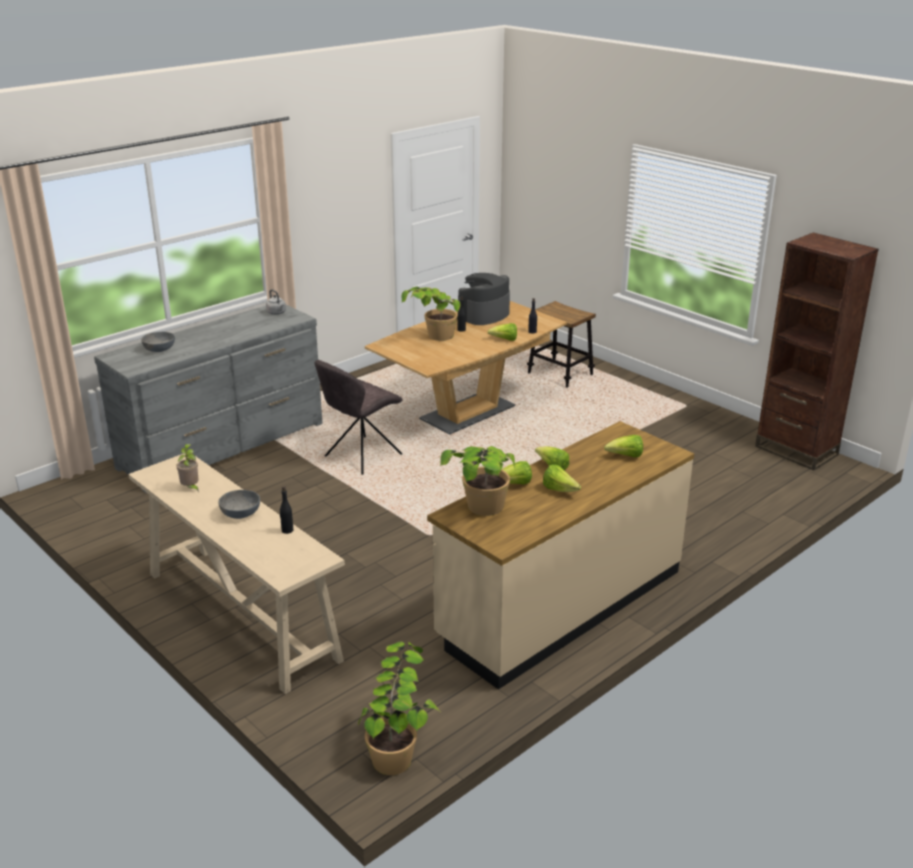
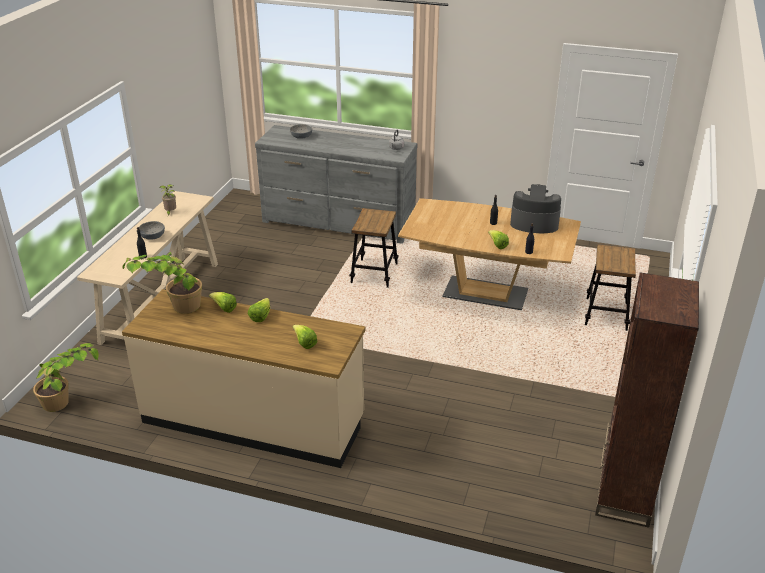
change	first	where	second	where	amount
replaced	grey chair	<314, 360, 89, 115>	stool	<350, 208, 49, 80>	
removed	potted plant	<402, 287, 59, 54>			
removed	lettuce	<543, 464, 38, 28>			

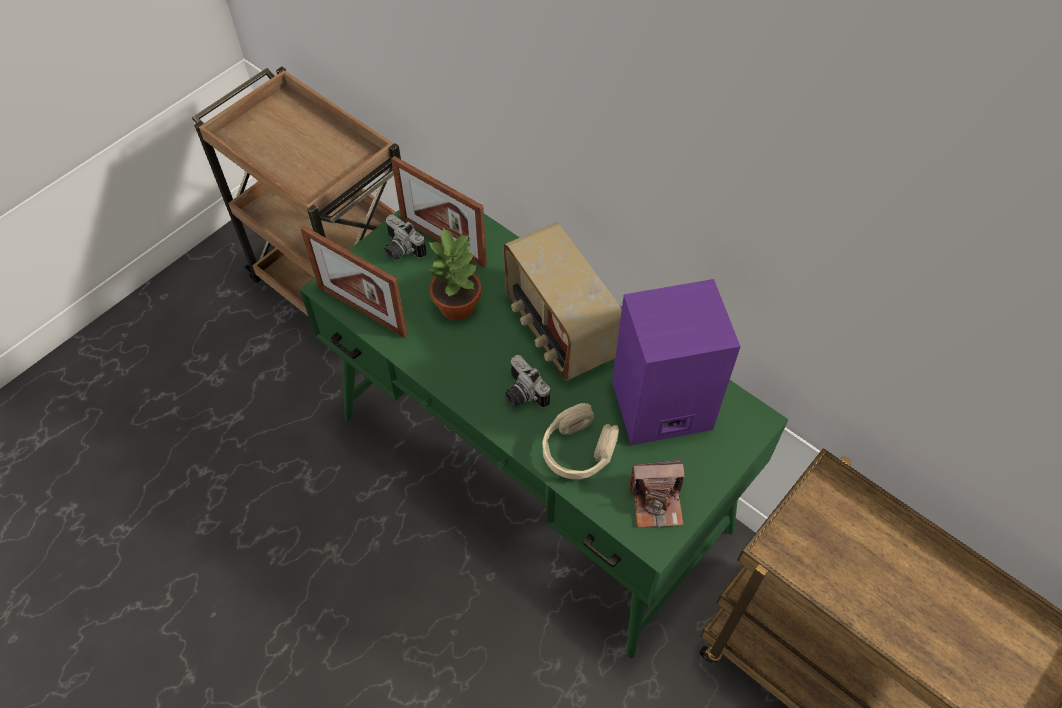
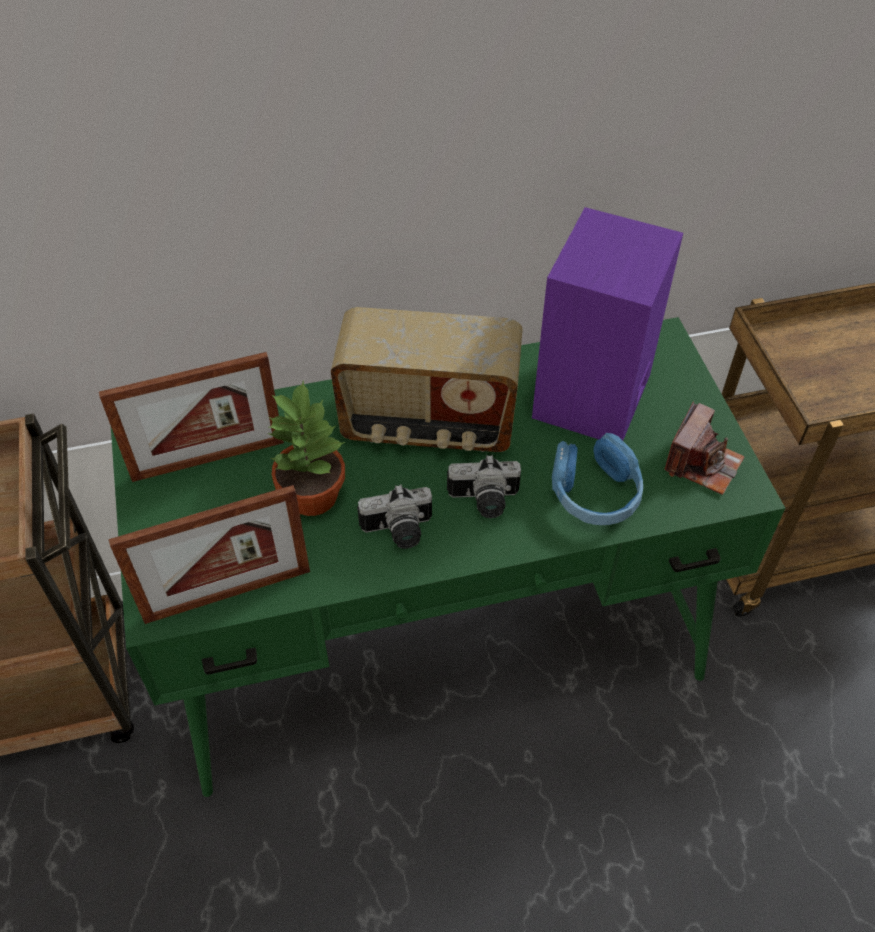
change	first	where	second	where	amount
moved	photo camera	<384, 214, 42, 46>		<357, 484, 75, 65>	
recoloured	beige headphones	<542, 403, 77, 76>	blue headphones	<552, 433, 91, 92>	

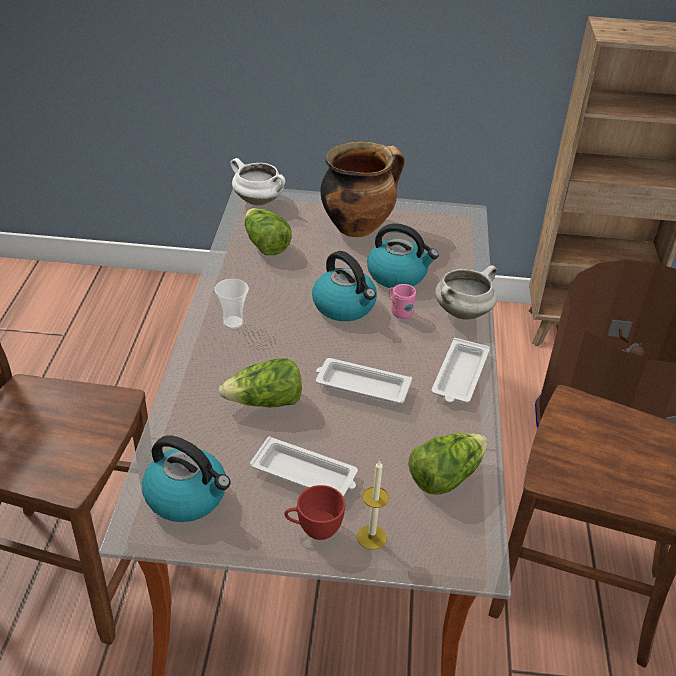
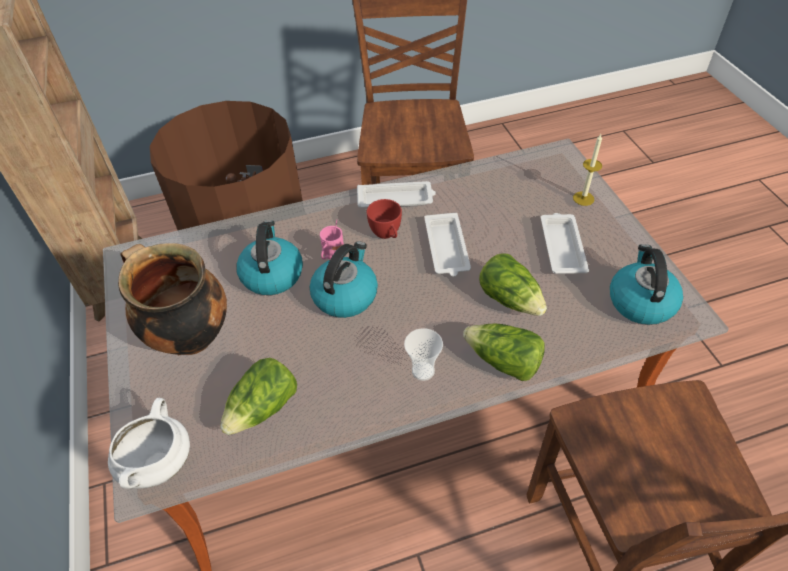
change	first	where	second	where	amount
moved	red cup	<284, 485, 61, 55>		<367, 199, 35, 40>	
moved	lettuce	<408, 433, 80, 62>		<463, 324, 82, 57>	
removed	white cooking pot	<435, 265, 62, 55>			

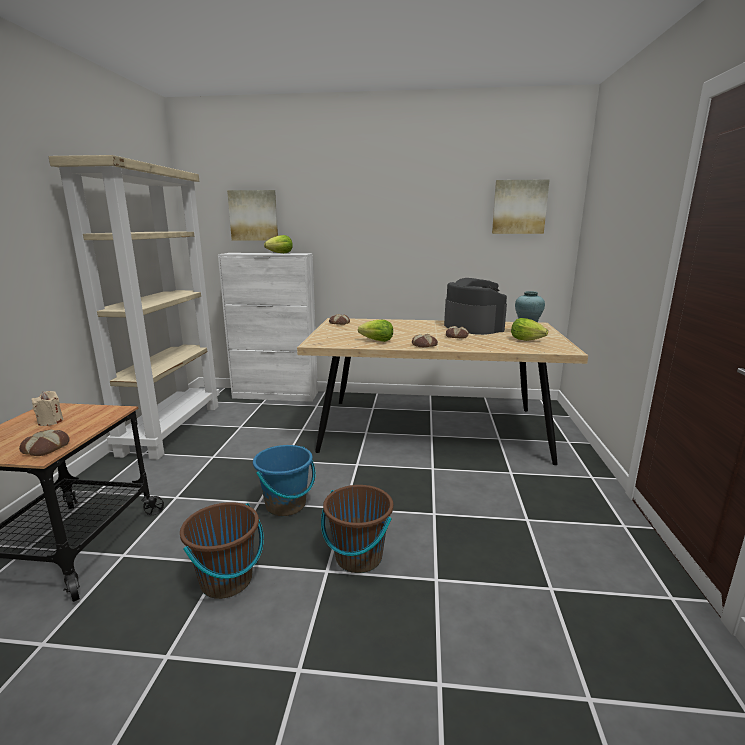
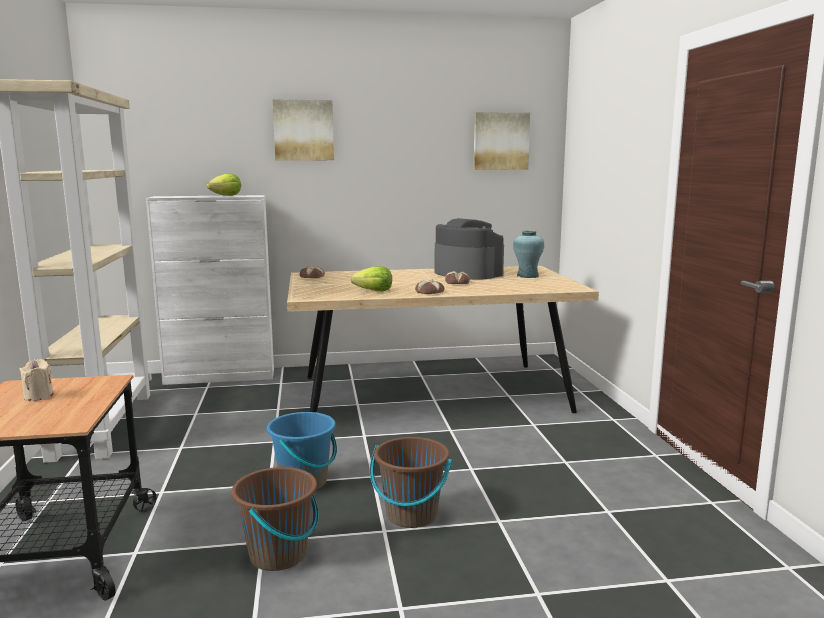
change	first	where	second	where	amount
removed	bread	<19, 430, 51, 26>			
moved	picture	<227, 190, 51, 51>		<273, 99, 61, 62>	
removed	lettuce	<511, 318, 37, 23>			

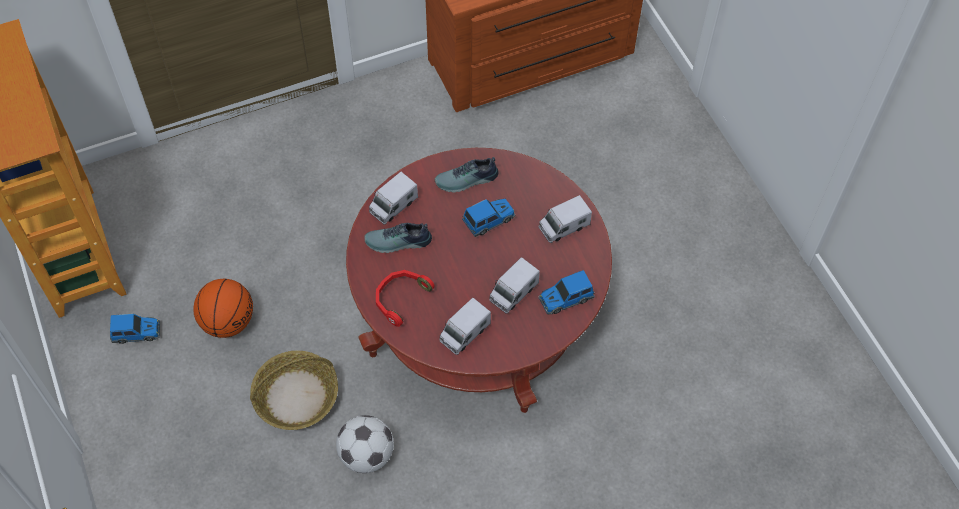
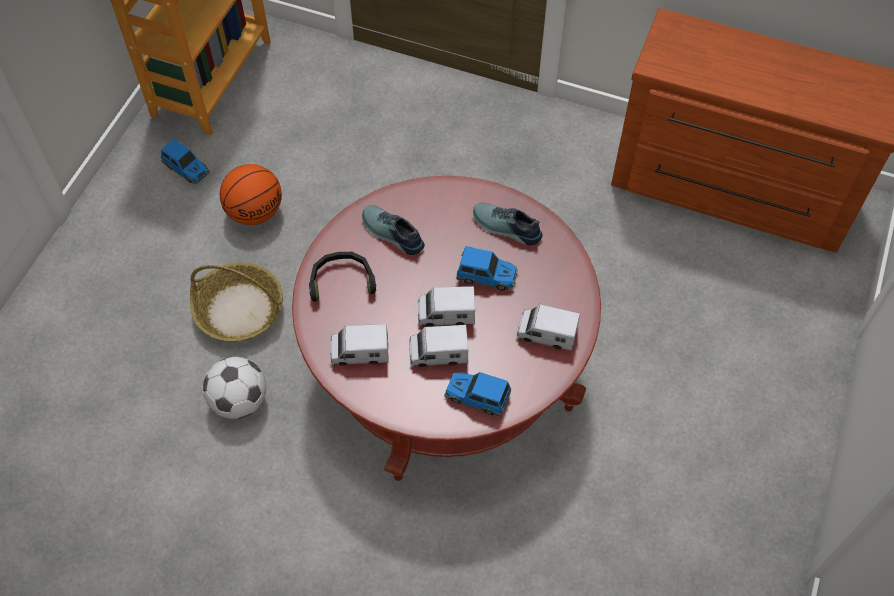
change	first	where	second	where	amount
moved	toy truck	<369, 172, 49, 52>		<418, 286, 57, 41>	
recoloured	red headphones	<376, 270, 59, 57>	black headphones	<309, 252, 67, 49>	

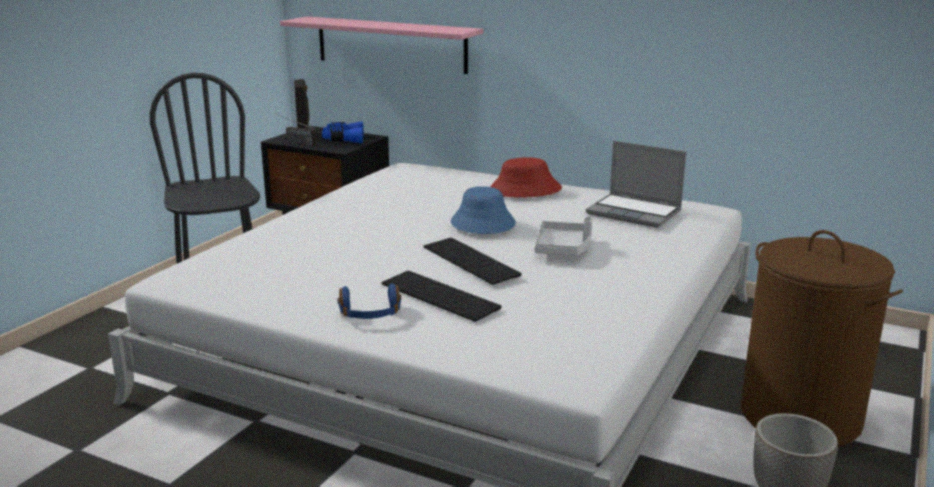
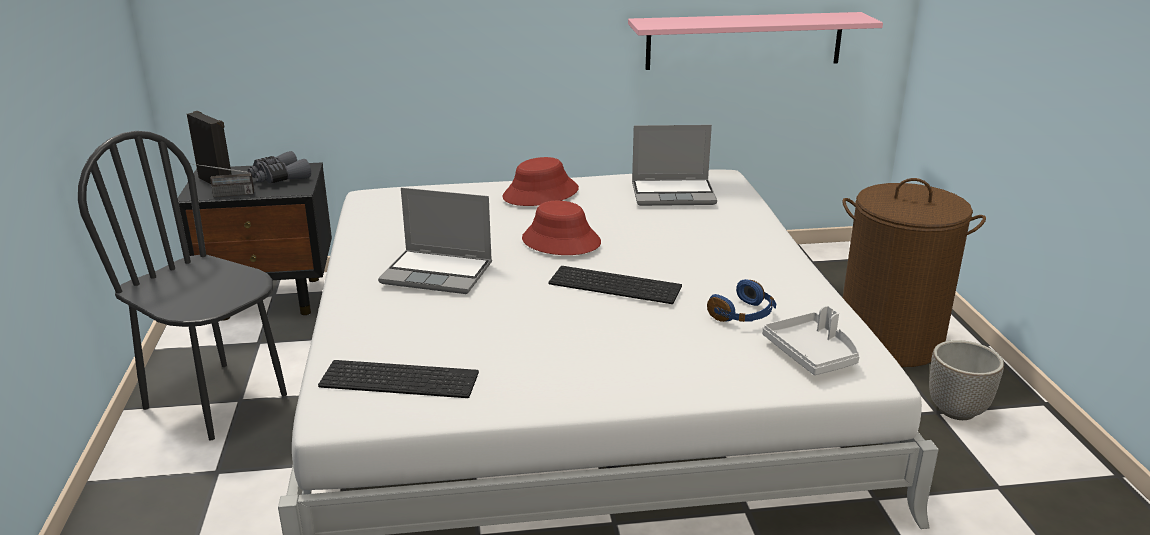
change	first	where	second	where	amount
moved	pink shelf	<280, 16, 203, 58>		<628, 12, 255, 58>	
recoloured	blue binoculars	<322, 122, 42, 21>	grey binoculars	<248, 151, 63, 32>	
moved	blue headphones	<337, 283, 64, 36>		<707, 279, 69, 43>	
moved	keyboard	<382, 271, 120, 51>		<318, 360, 161, 38>	
recoloured	blue hat	<451, 186, 65, 48>	red hat	<522, 201, 79, 54>	
moved	grey tray	<534, 217, 58, 39>		<762, 306, 98, 69>	
added			laptop	<378, 188, 114, 106>	

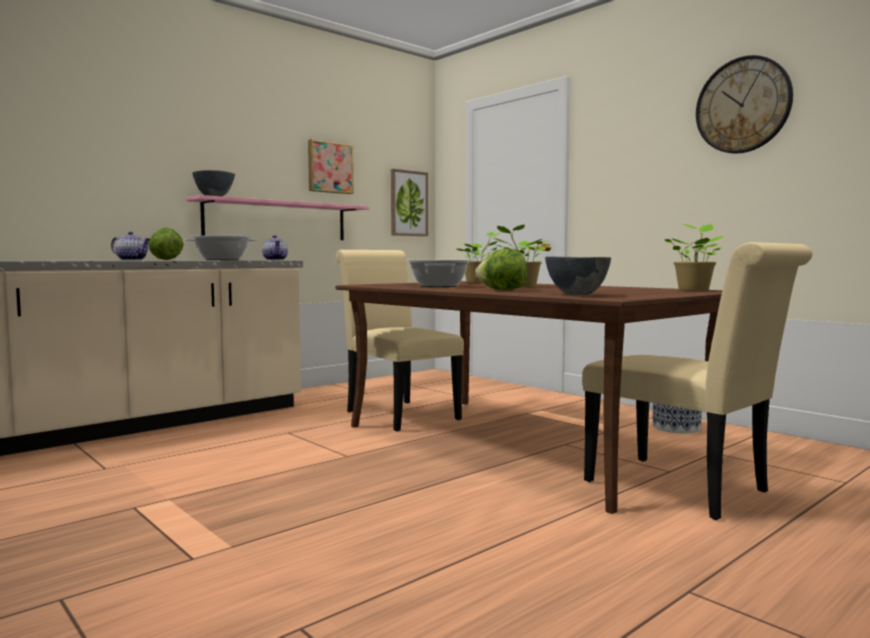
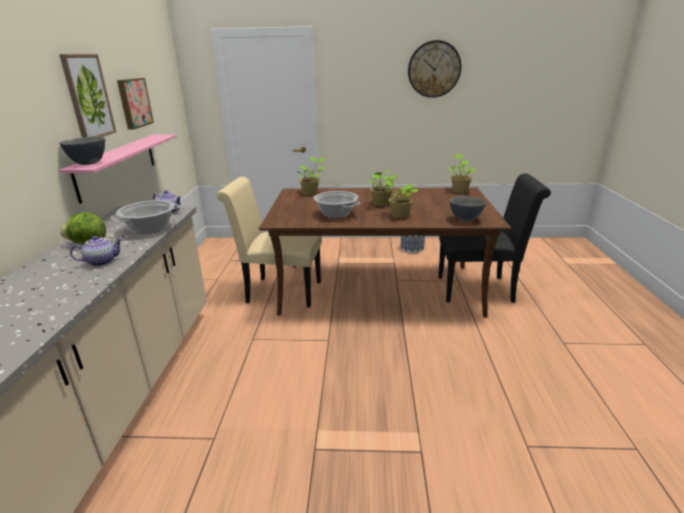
change	first	where	second	where	amount
moved	picture	<391, 169, 37, 67>		<59, 54, 57, 83>	
replaced	lettuce	<476, 248, 51, 42>	potted plant	<382, 175, 37, 44>	
recoloured	beige chair	<582, 242, 231, 278>	black chair	<438, 173, 113, 130>	

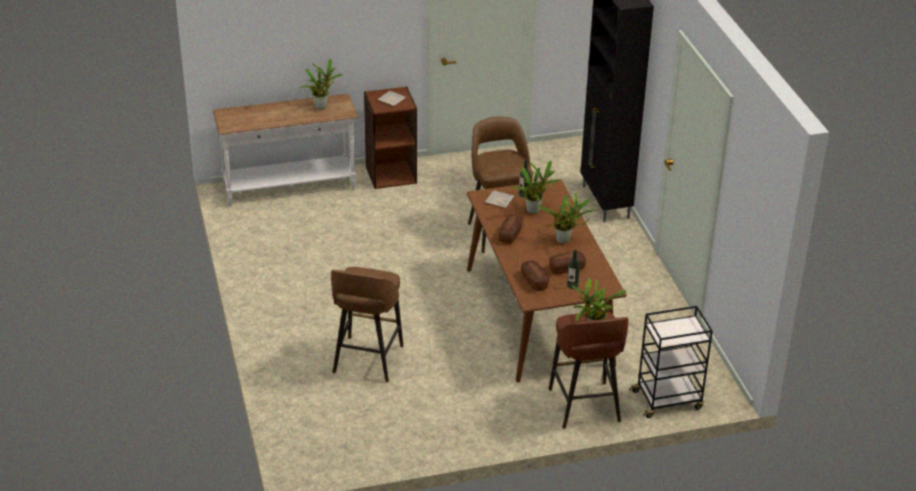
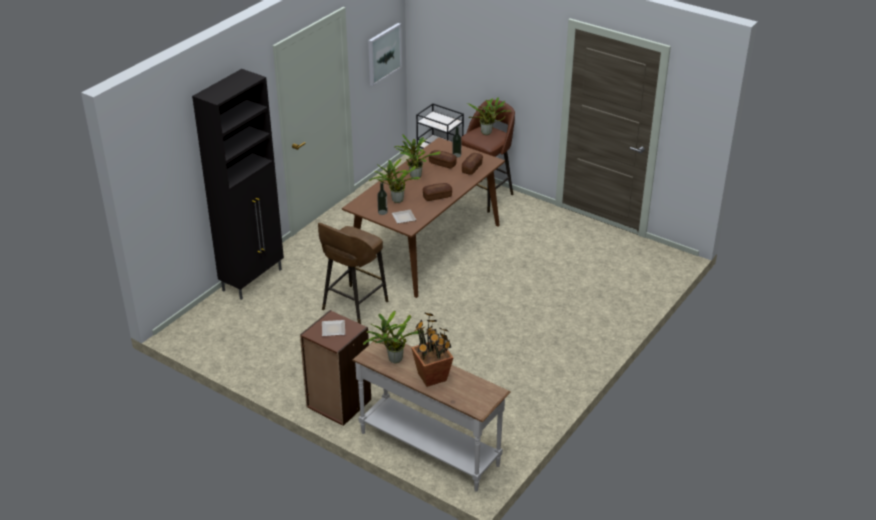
change	first	where	second	where	amount
removed	brown stool	<331, 267, 73, 115>			
added			picture	<368, 23, 34, 63>	
added			potted plant	<411, 312, 42, 75>	

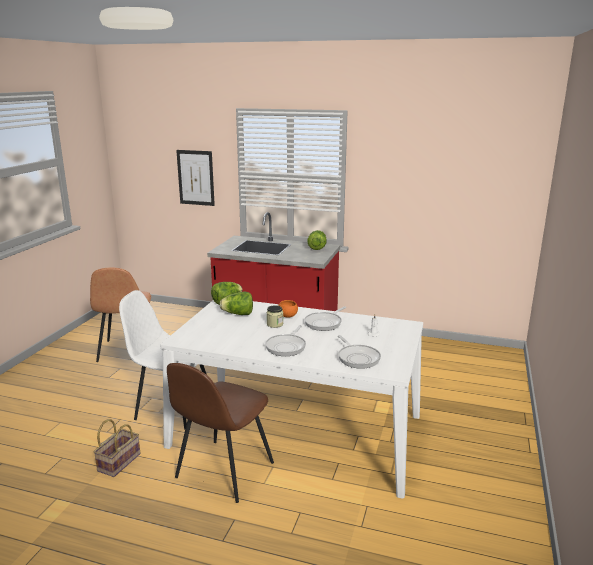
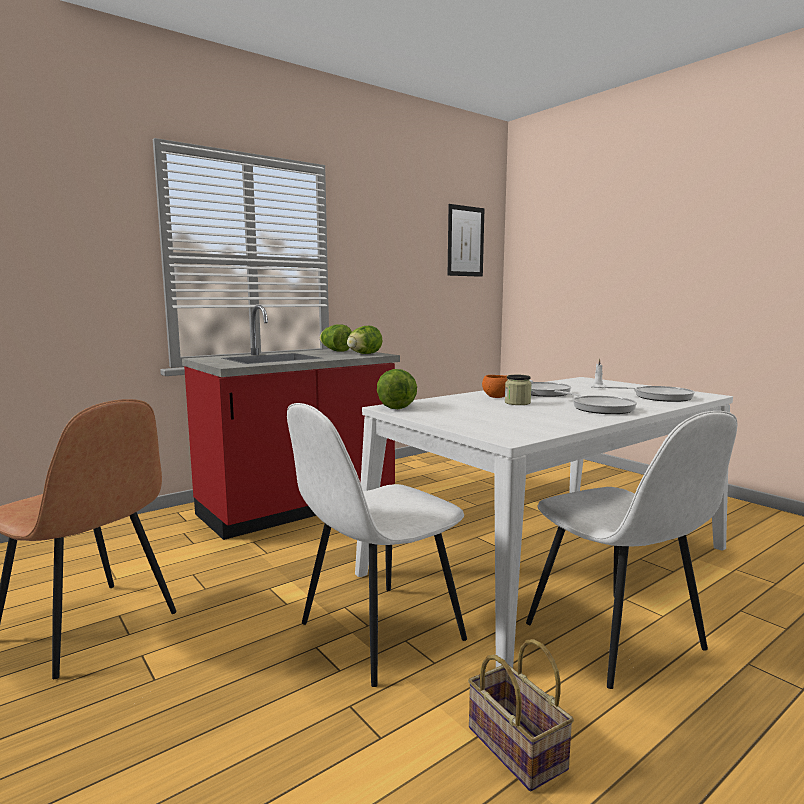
change	first	where	second	where	amount
recoloured	brown chair	<167, 363, 107, 140>	white chair	<526, 411, 211, 278>	
moved	picture	<176, 150, 39, 56>		<448, 204, 36, 73>	
moved	lettuce	<219, 292, 34, 23>		<347, 326, 35, 28>	

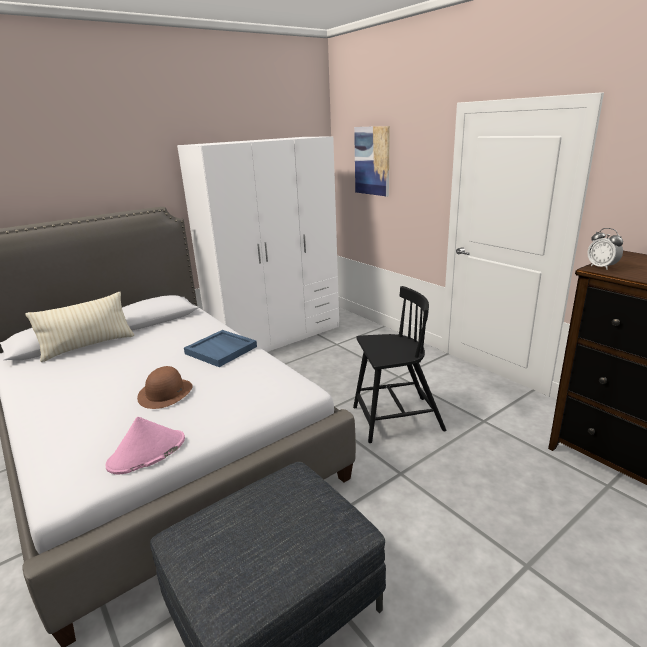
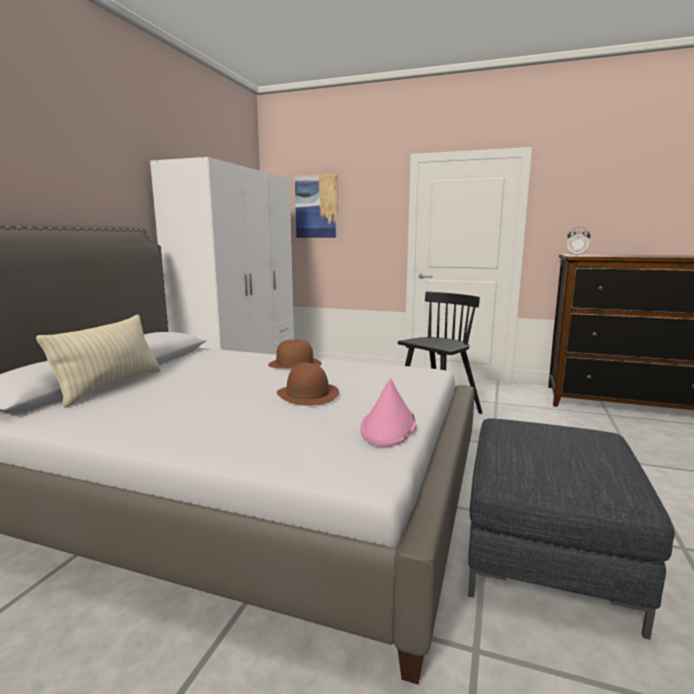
change	first	where	second	where	amount
replaced	blue tray	<184, 330, 73, 37>	brown hat	<268, 339, 54, 29>	

